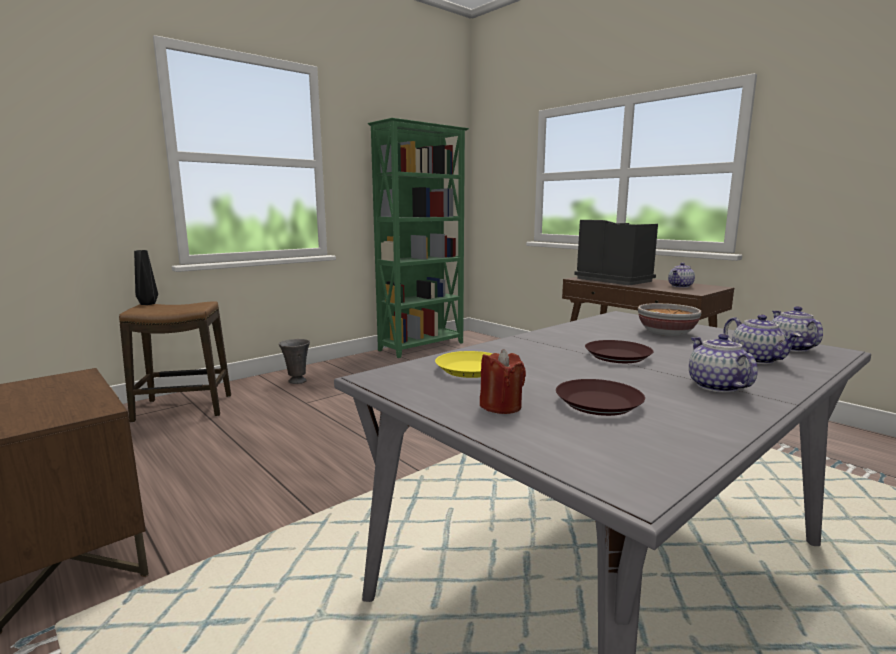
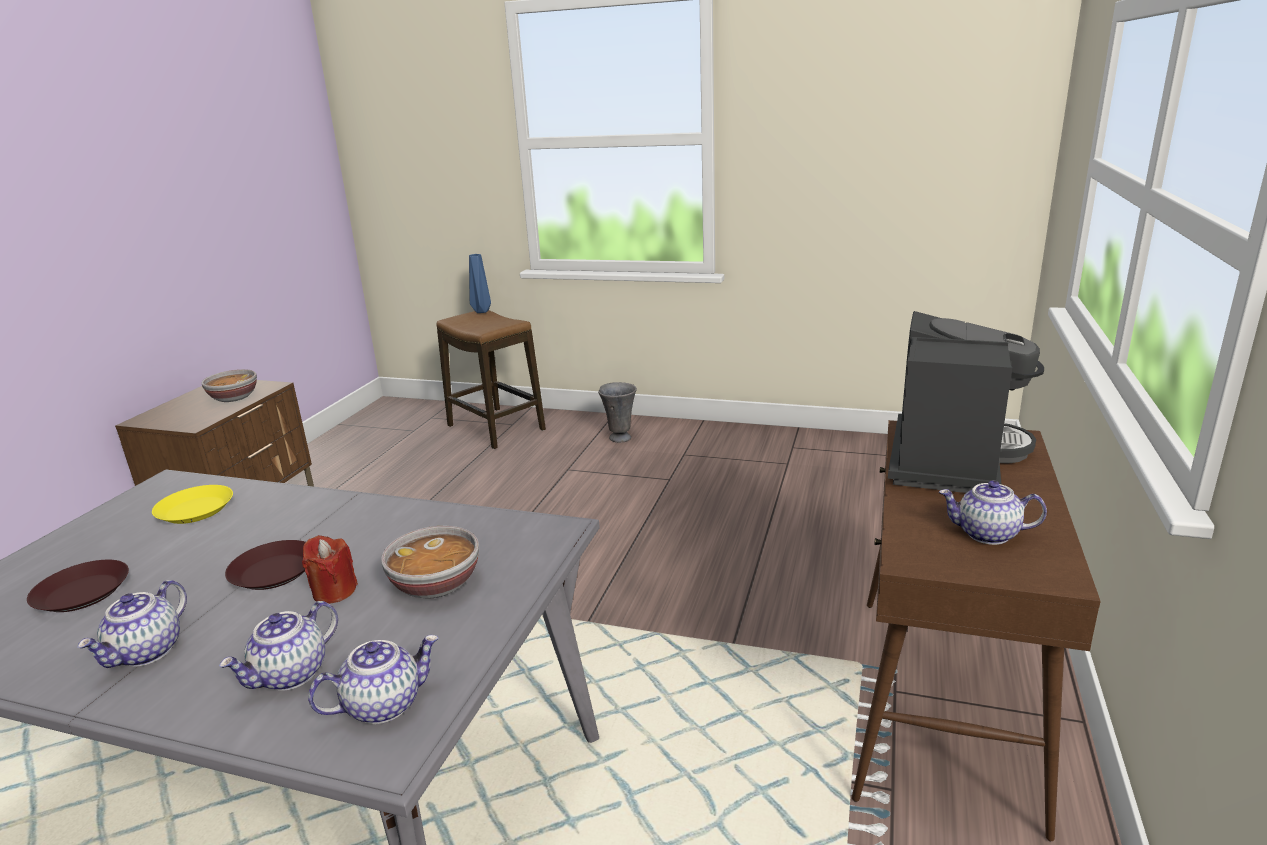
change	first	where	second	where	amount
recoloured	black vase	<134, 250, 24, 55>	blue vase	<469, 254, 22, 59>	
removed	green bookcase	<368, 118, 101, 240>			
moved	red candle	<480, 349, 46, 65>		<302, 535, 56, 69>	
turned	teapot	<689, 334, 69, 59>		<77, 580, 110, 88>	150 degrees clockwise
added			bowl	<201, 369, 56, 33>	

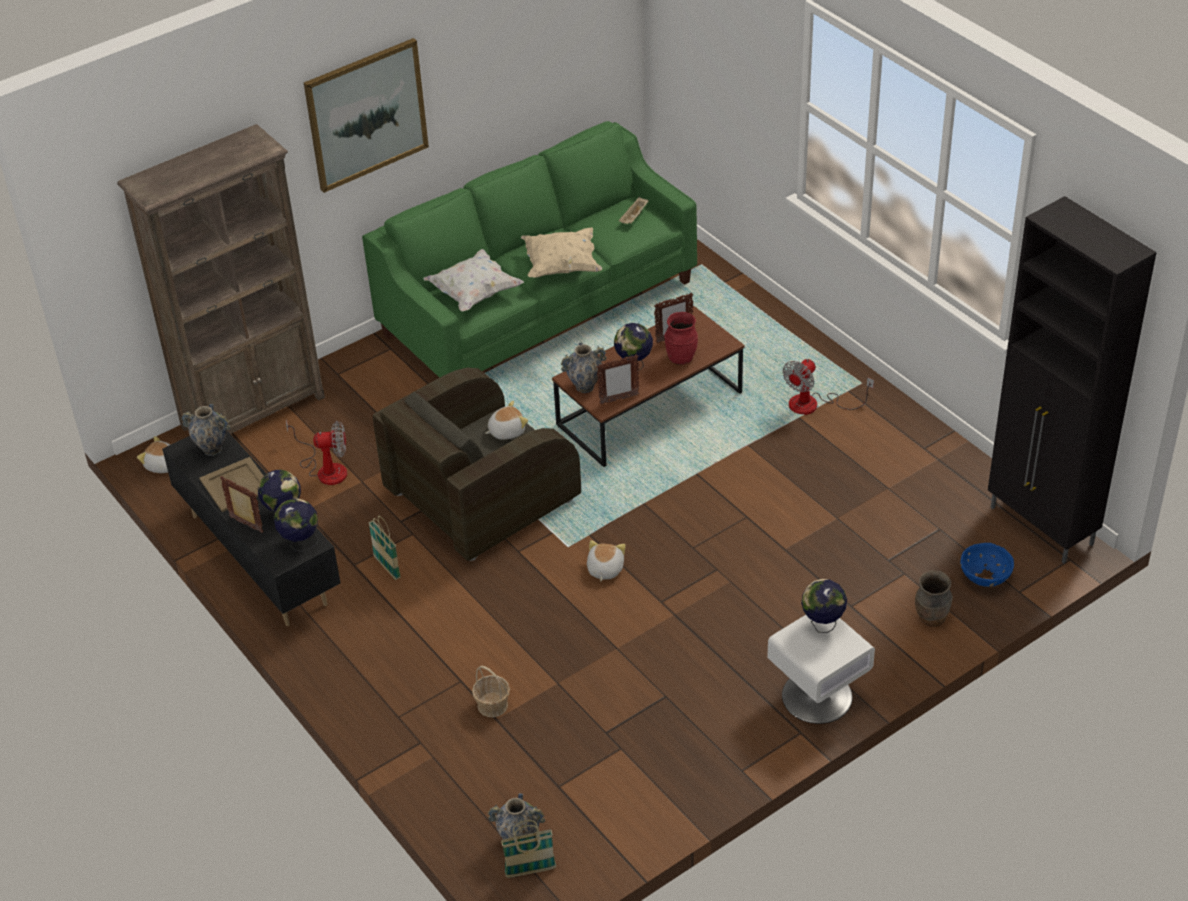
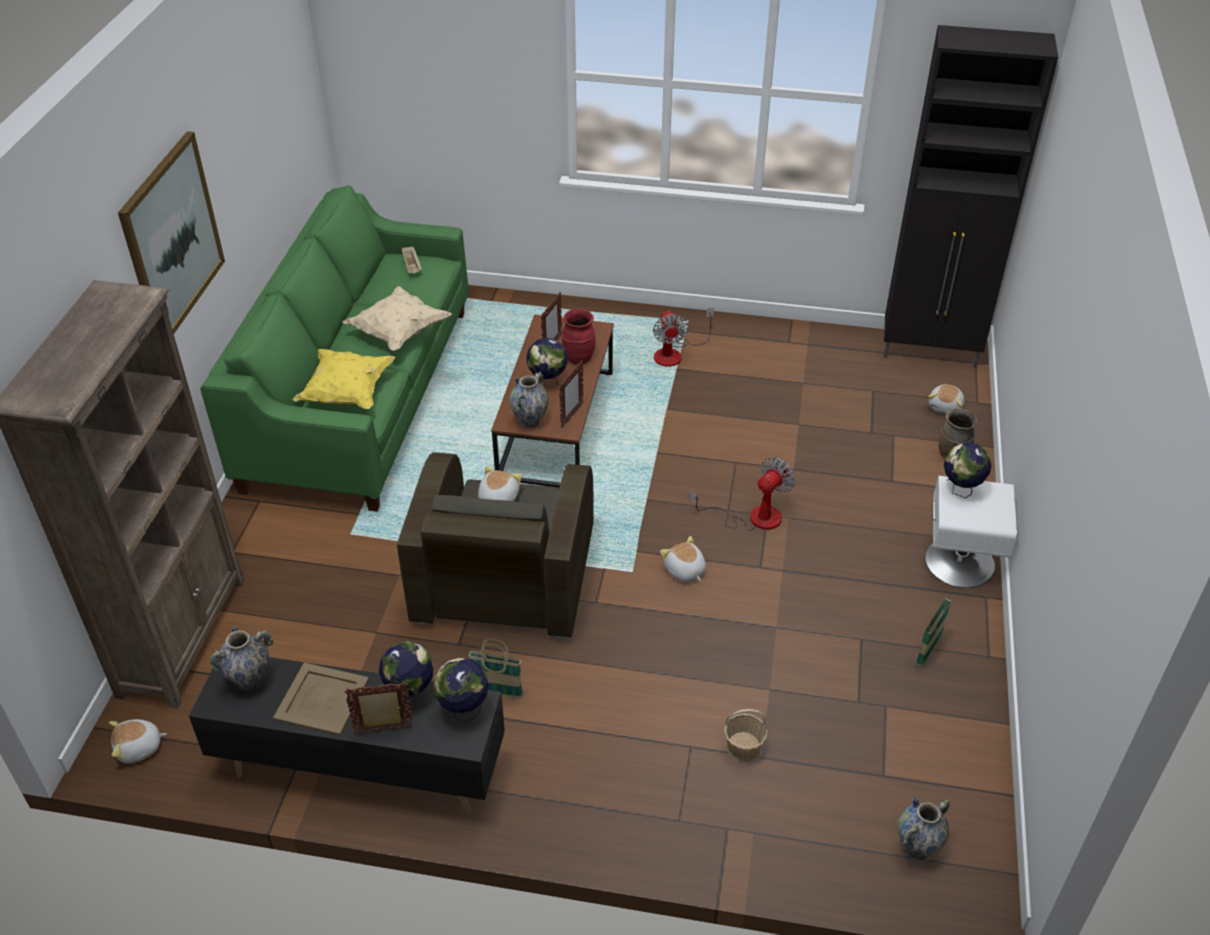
change	first	where	second	where	amount
moved	fan	<286, 419, 61, 66>		<690, 457, 106, 74>	
recoloured	white pillow	<423, 249, 101, 62>	yellow pillow	<292, 349, 104, 60>	
moved	basket	<501, 820, 55, 58>		<916, 595, 35, 72>	
replaced	blue bowl	<960, 543, 54, 44>	plush toy	<928, 384, 36, 30>	

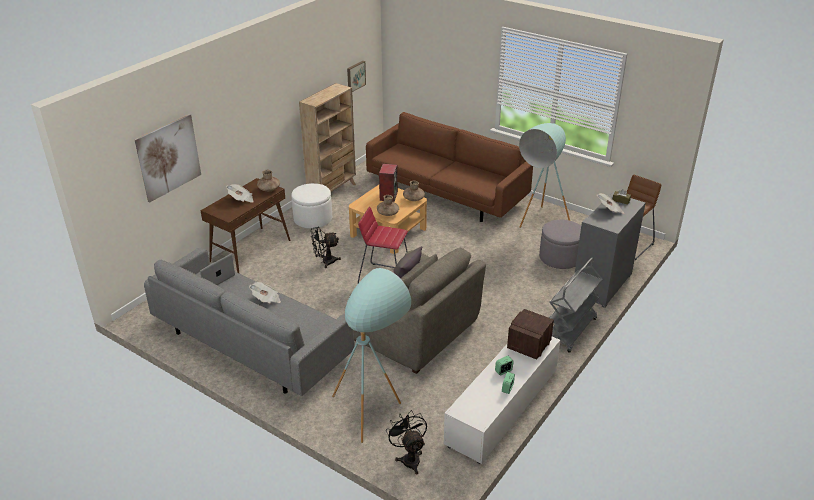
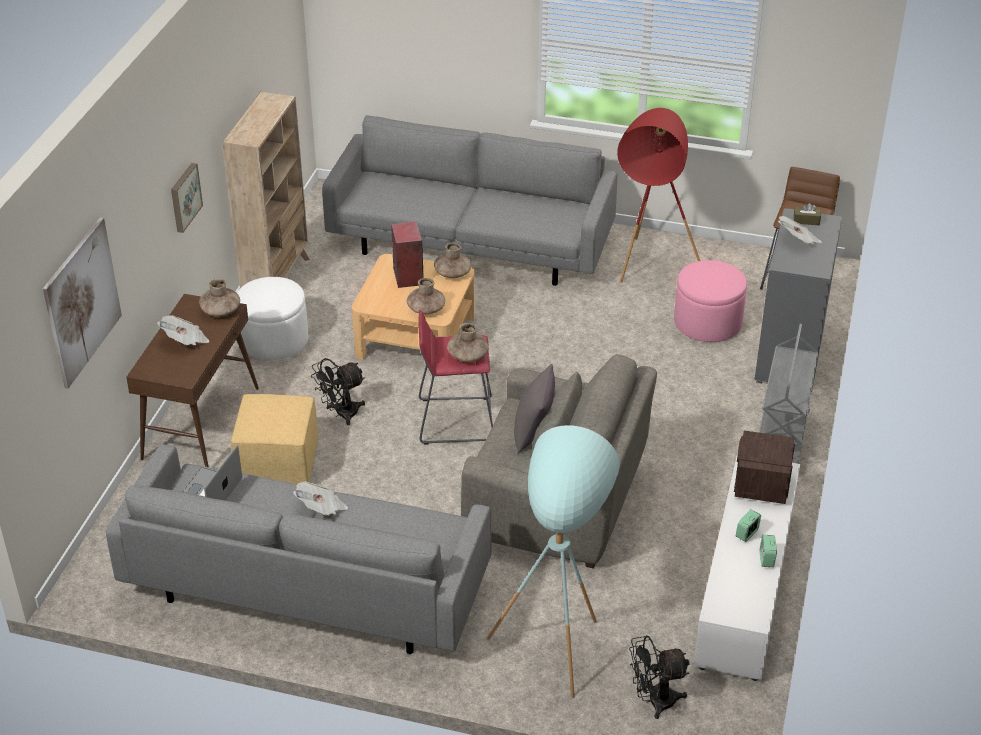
change	first	where	second	where	amount
moved	picture	<347, 61, 19, 31>		<171, 163, 32, 70>	
recoloured	brown sofa	<366, 112, 167, 110>	grey sofa	<322, 115, 296, 171>	
turned	black fan	<386, 410, 41, 64>		<629, 636, 60, 83>	60 degrees counterclockwise
recoloured	turquoise floor lamp	<519, 123, 51, 105>	red floor lamp	<617, 108, 84, 175>	
recoloured	grey ottoman	<539, 220, 42, 49>	pink ottoman	<674, 260, 73, 82>	
added			yellow ottoman	<231, 394, 88, 90>	
added			brown vase	<447, 323, 41, 39>	

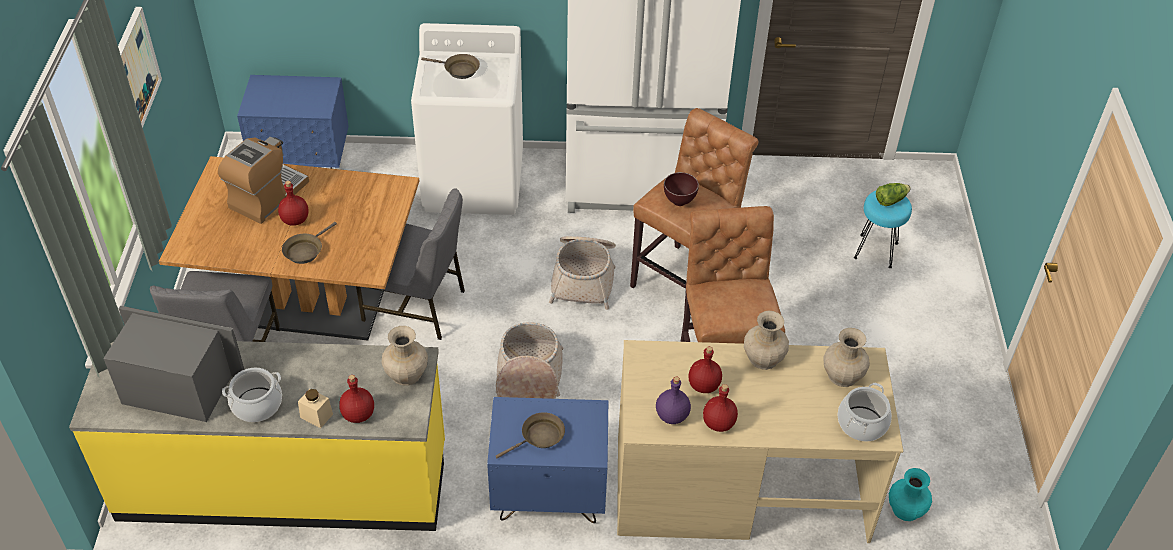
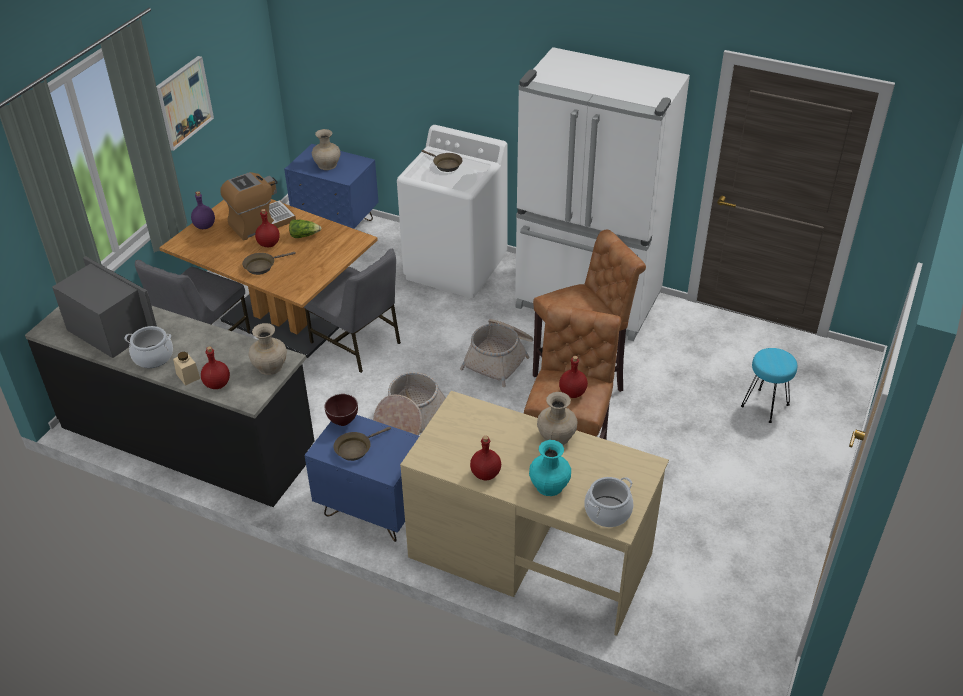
change	first	where	second	where	amount
recoloured	yellow counter	<69, 341, 376, 190>	black counter	<25, 305, 289, 202>	
turned	brown frying pan	<496, 412, 69, 46>		<334, 427, 57, 34>	150 degrees clockwise
moved	purple bottle	<656, 377, 35, 47>		<191, 191, 24, 38>	
moved	brown bowl	<664, 172, 35, 34>		<324, 394, 34, 32>	
moved	red bottle	<688, 346, 34, 47>		<559, 356, 29, 42>	
moved	beige vase	<823, 328, 47, 59>		<312, 129, 28, 41>	
moved	lettuce	<876, 183, 35, 23>		<289, 220, 32, 18>	
moved	turquoise vase	<889, 468, 43, 53>		<529, 440, 42, 56>	

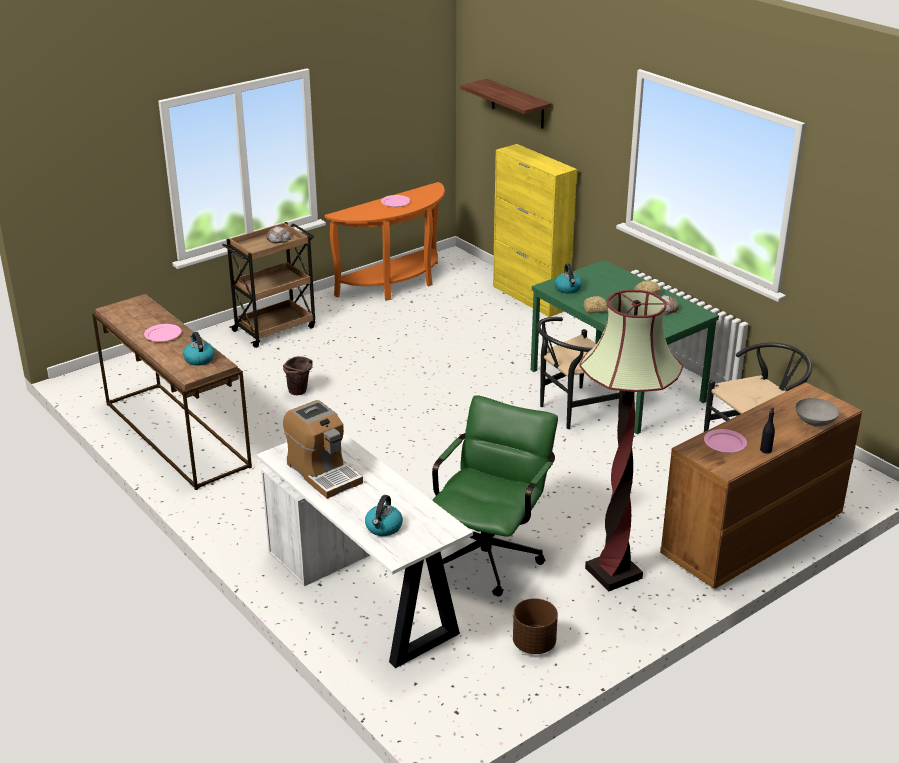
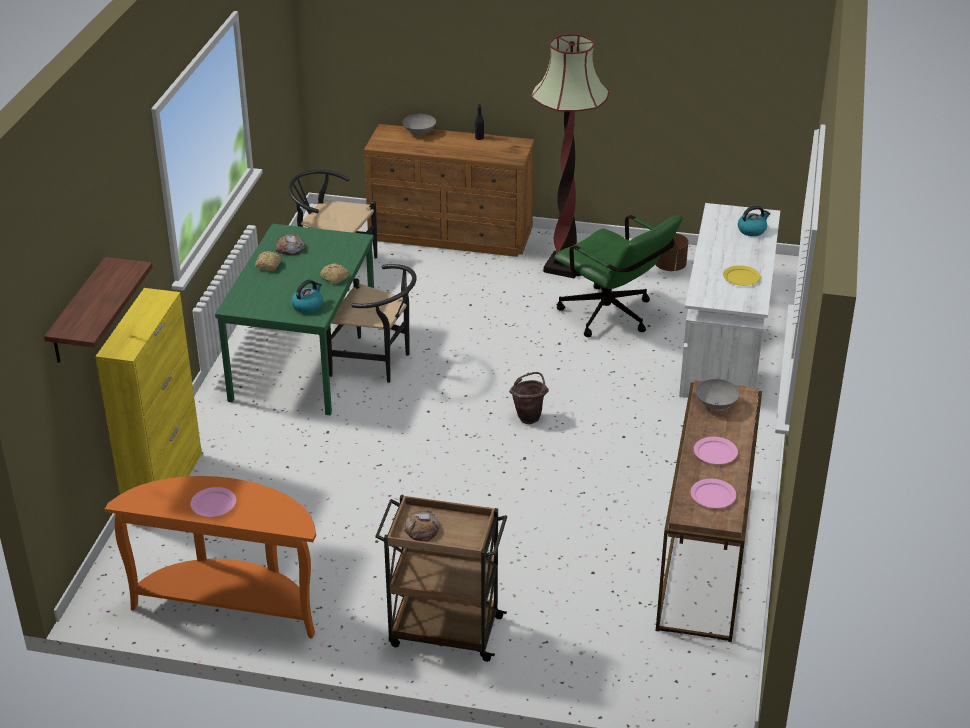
change	first	where	second	where	amount
replaced	kettle	<183, 332, 32, 34>	grey bowl	<696, 379, 44, 31>	
moved	brown bucket	<283, 356, 30, 39>		<509, 372, 40, 52>	
replaced	coffee machine	<283, 400, 80, 99>	yellow plate	<723, 265, 38, 21>	
turned	green office chair	<432, 395, 126, 202>		<554, 215, 129, 122>	120 degrees counterclockwise
moved	pink plate	<704, 429, 43, 24>		<691, 479, 45, 29>	

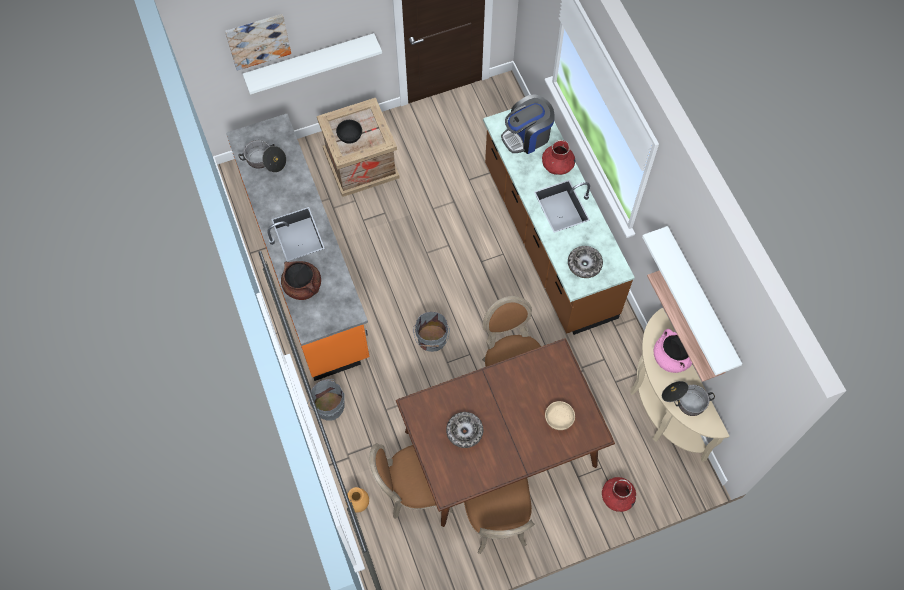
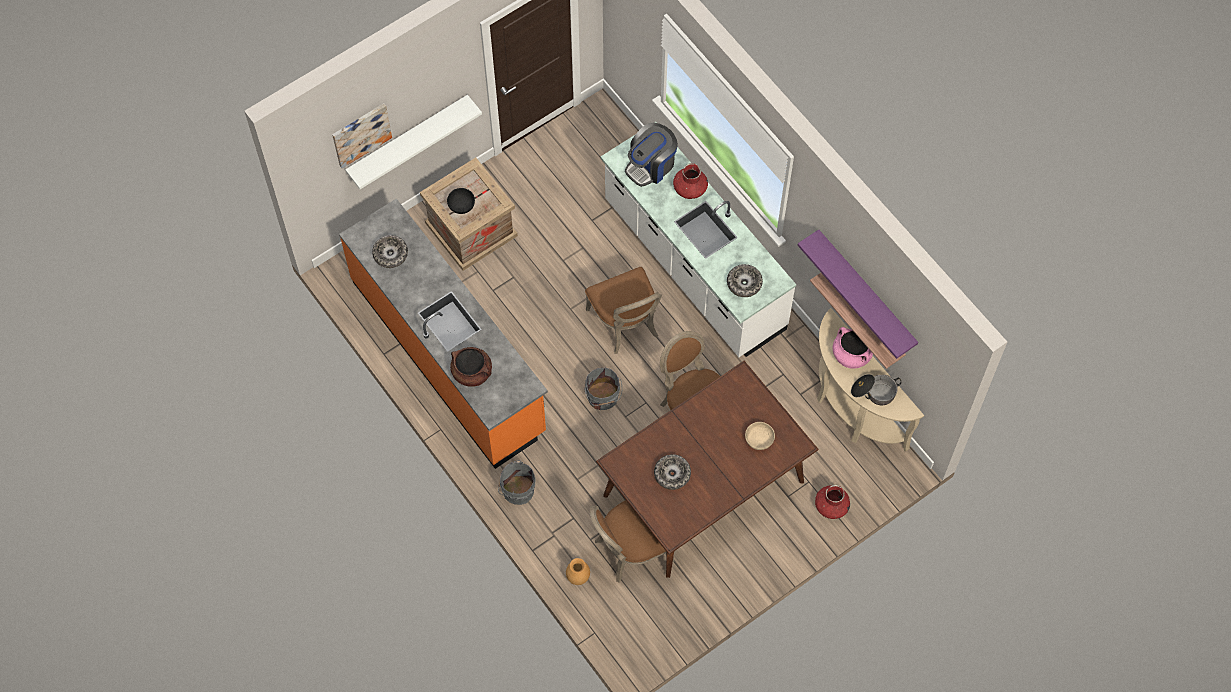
change	first	where	second	where	amount
replaced	cooking pot	<238, 140, 49, 33>	bowl	<372, 235, 36, 33>	
moved	brown chair	<464, 478, 71, 76>		<585, 267, 77, 87>	
recoloured	brown counter	<483, 109, 152, 226>	white counter	<601, 122, 195, 235>	
recoloured	white shelf	<642, 226, 100, 149>	purple shelf	<798, 230, 120, 129>	

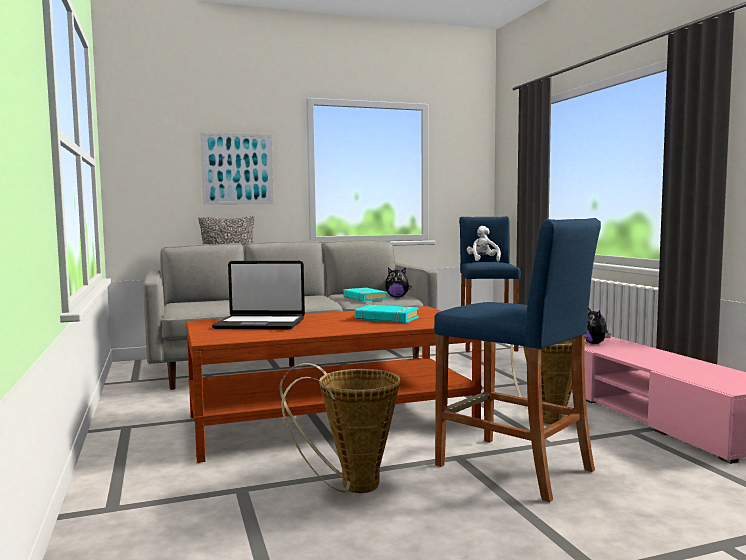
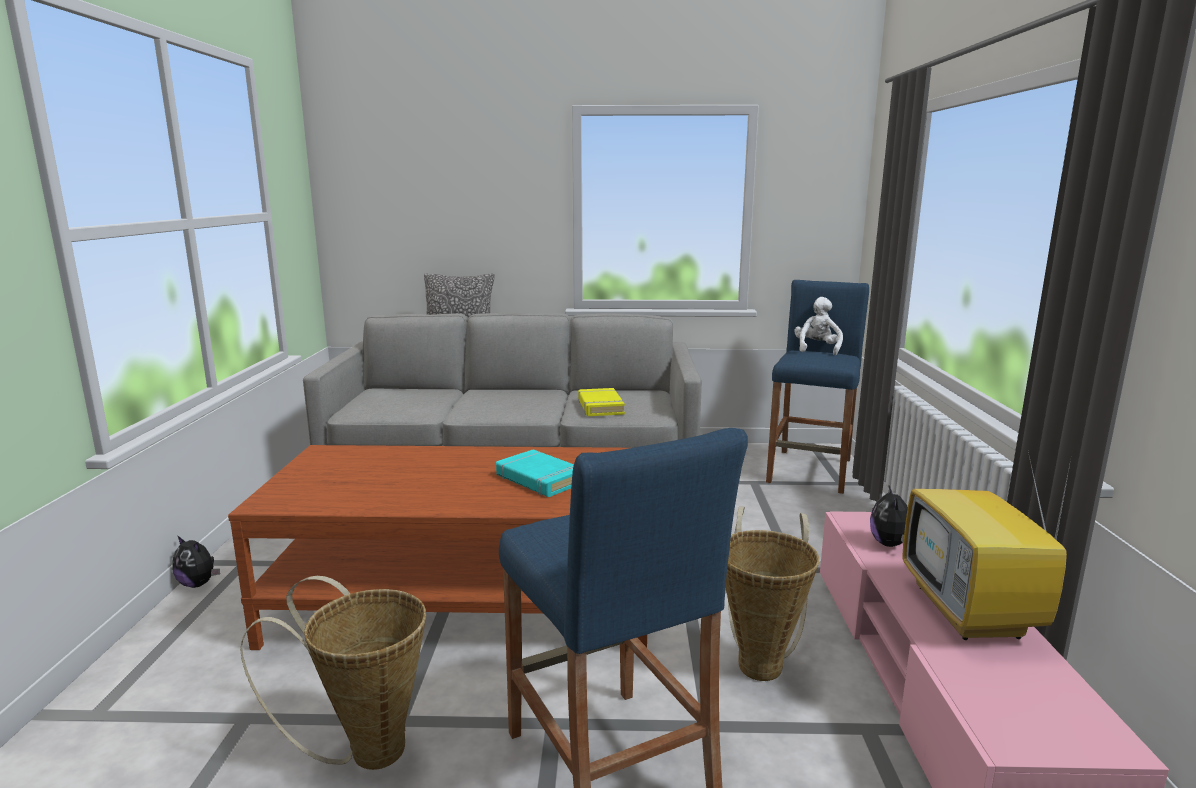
change	first	where	second	where	amount
removed	picture	<200, 132, 74, 73>			
removed	laptop	<212, 261, 93, 69>			
recoloured	turquoise book	<343, 288, 44, 14>	yellow book	<578, 388, 47, 28>	
moved	plush toy	<385, 267, 26, 30>		<172, 536, 48, 52>	
added			television	<903, 452, 168, 188>	

